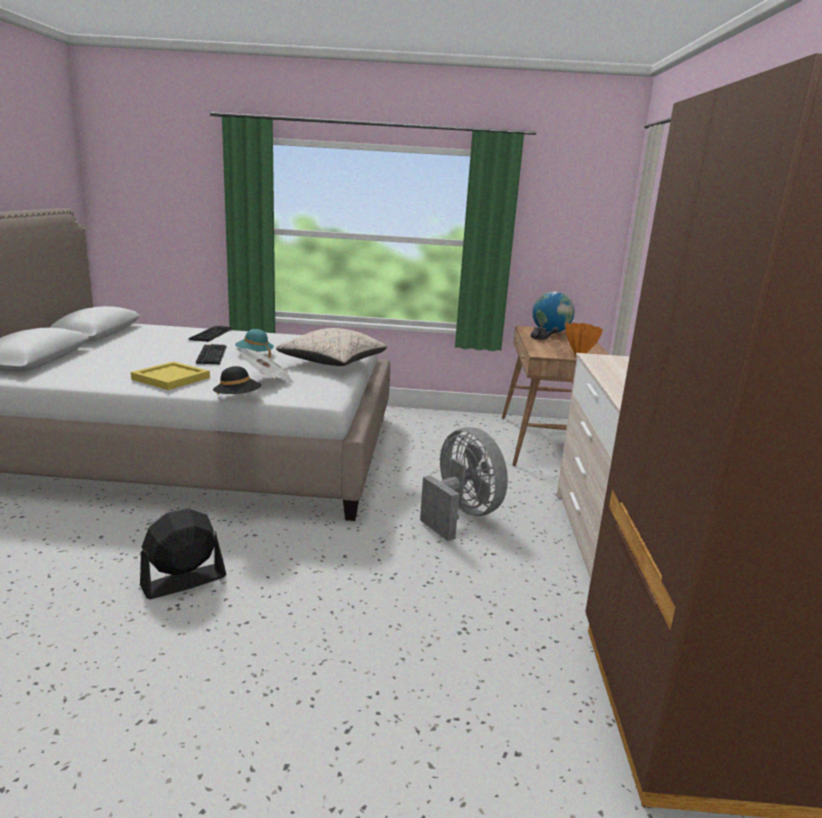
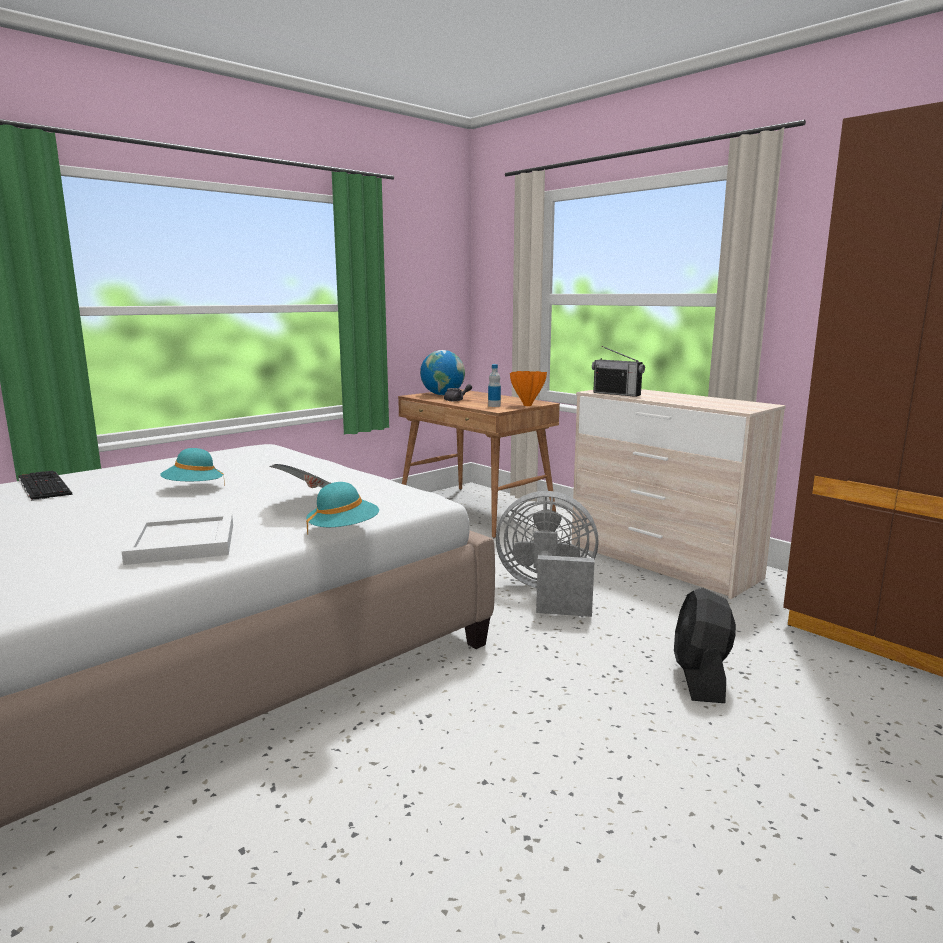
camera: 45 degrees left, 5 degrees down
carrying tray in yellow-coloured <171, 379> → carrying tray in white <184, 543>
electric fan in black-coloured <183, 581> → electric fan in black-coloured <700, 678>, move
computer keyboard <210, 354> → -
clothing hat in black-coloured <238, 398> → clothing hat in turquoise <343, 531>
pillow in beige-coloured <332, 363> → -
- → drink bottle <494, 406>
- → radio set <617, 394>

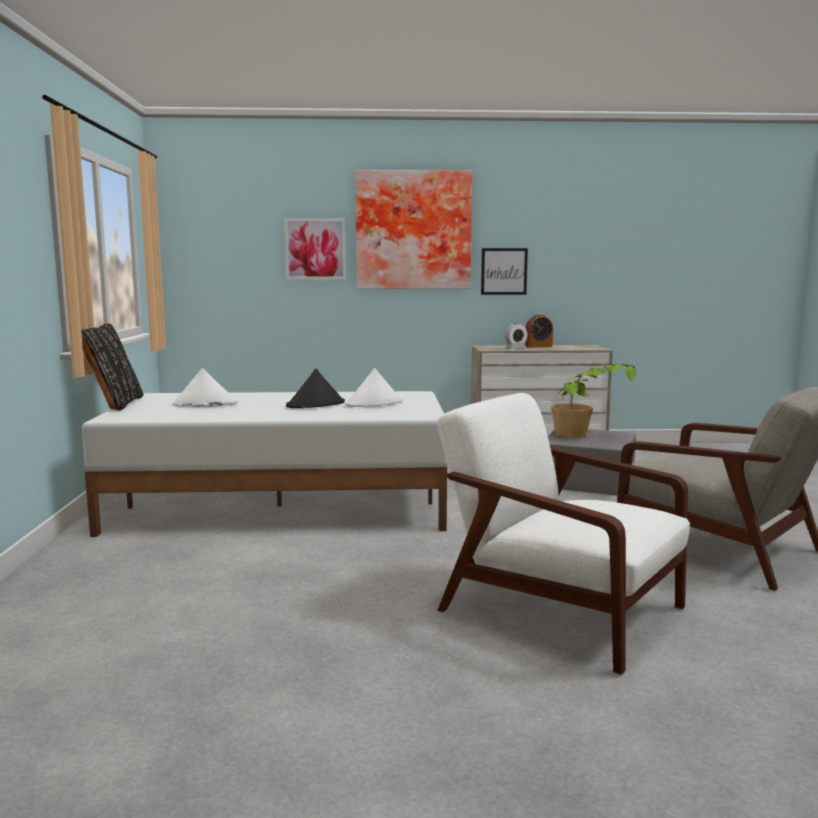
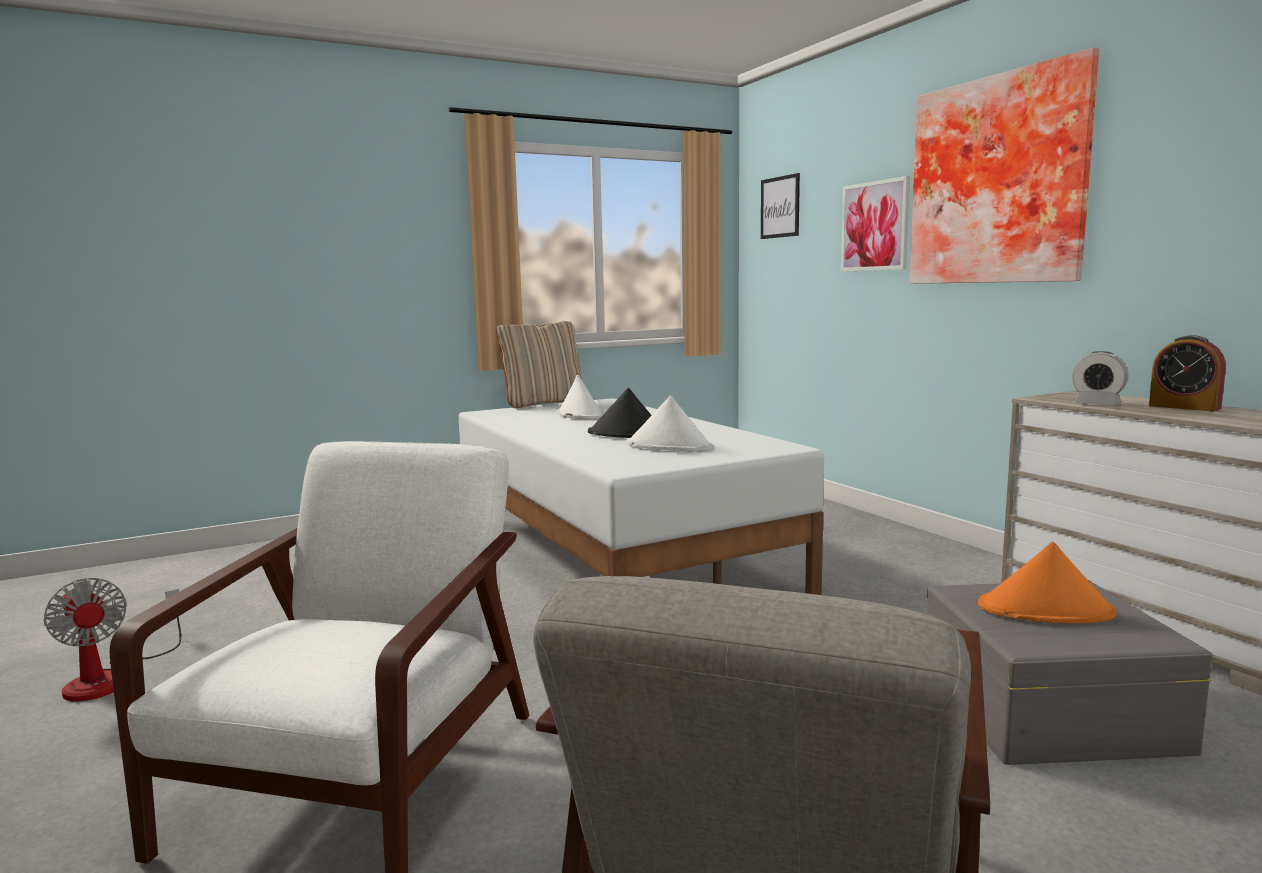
camera: 65 degrees right, 0 degrees up
pillow in black-coloured <115, 404> → pillow in beige-coloured <543, 403>
wall picture <504, 271> → wall picture <780, 207>, move
houseplant <585, 436> → clothing hat in orange-coloured <1046, 610>
- → electric fan <111, 678>

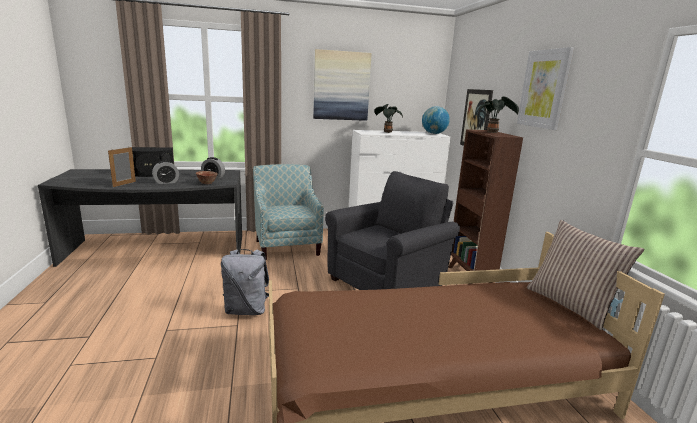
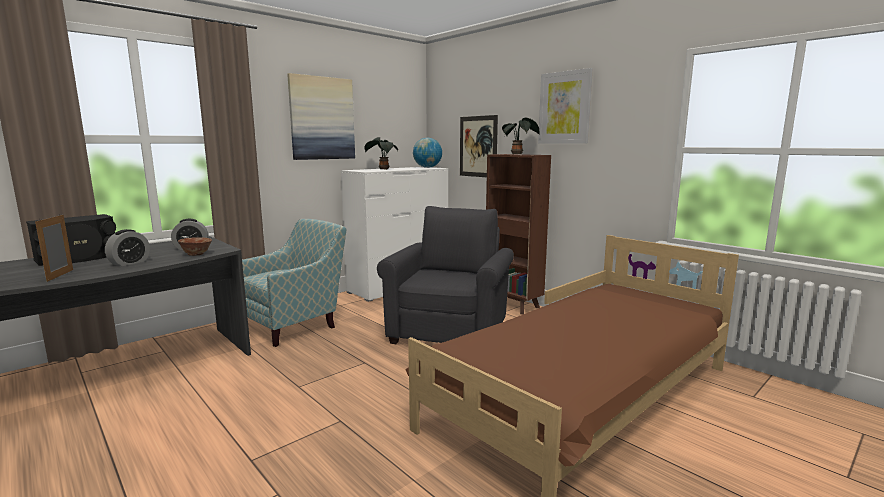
camera: 30 degrees left, 5 degrees down
rucksack in greyish <246, 310> → -
easy chair <286, 245> → easy chair <294, 324>, 90 degrees clockwise
pillow <570, 305> → -

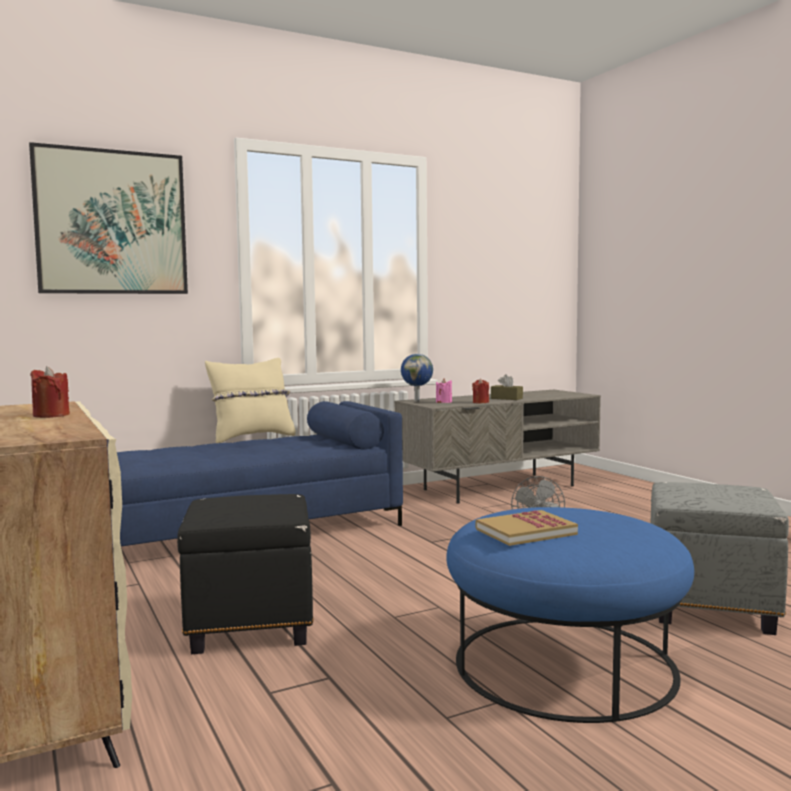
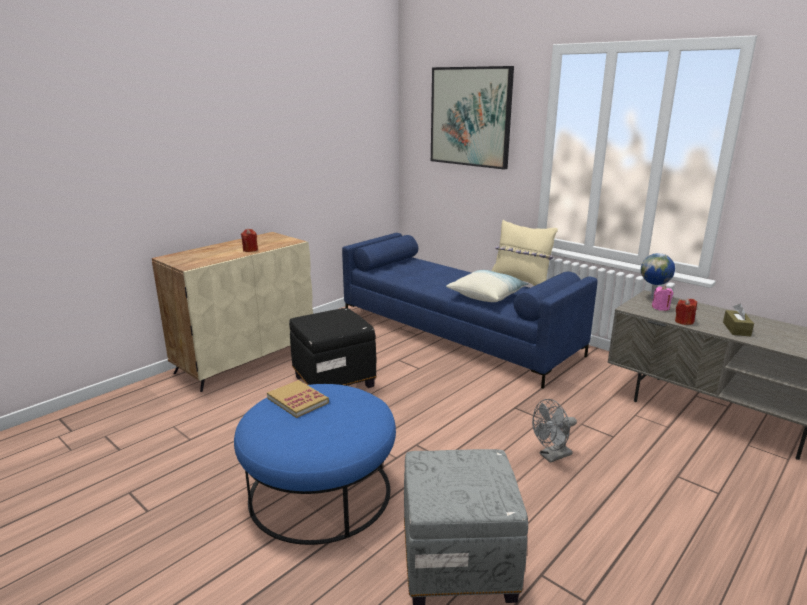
camera: 70 degrees right, 15 degrees up
- → pillow <487, 295>

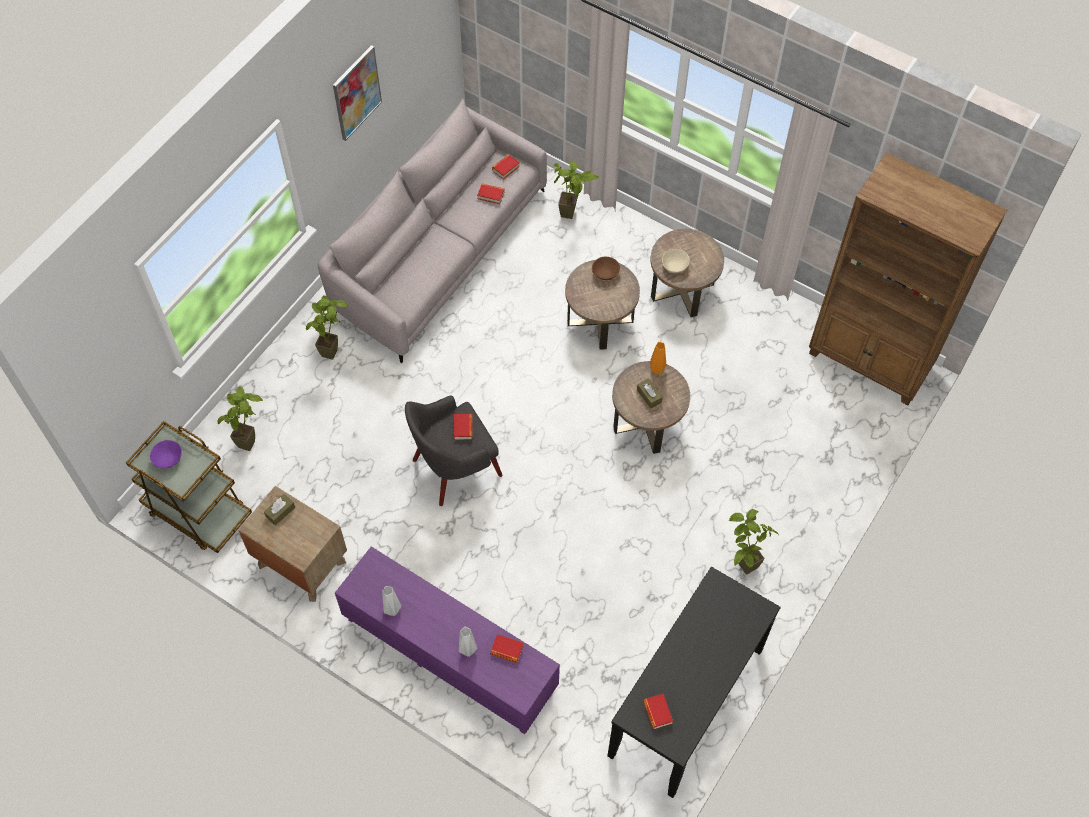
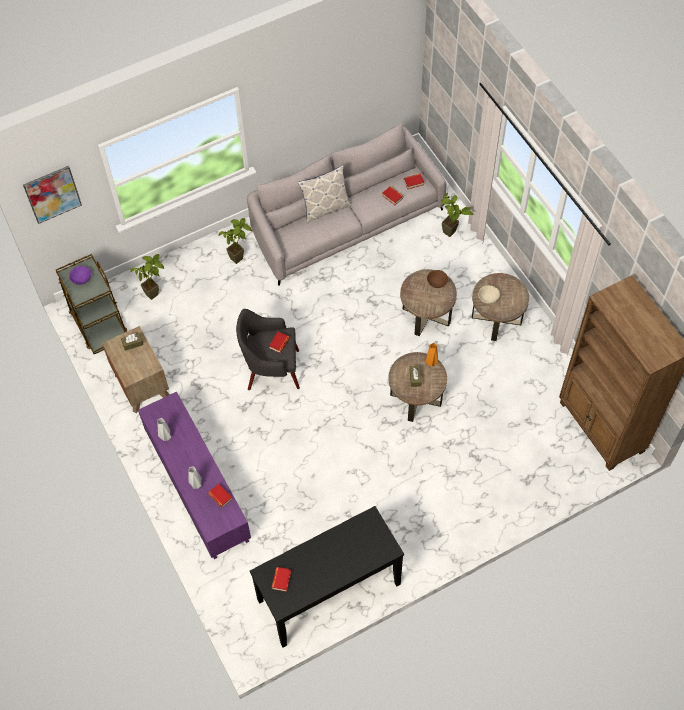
camera: 30 degrees right, 0 degrees up
wall picture <356, 93> → wall picture <52, 194>, move
houseplant <740, 568> → -
- → pillow <325, 208>

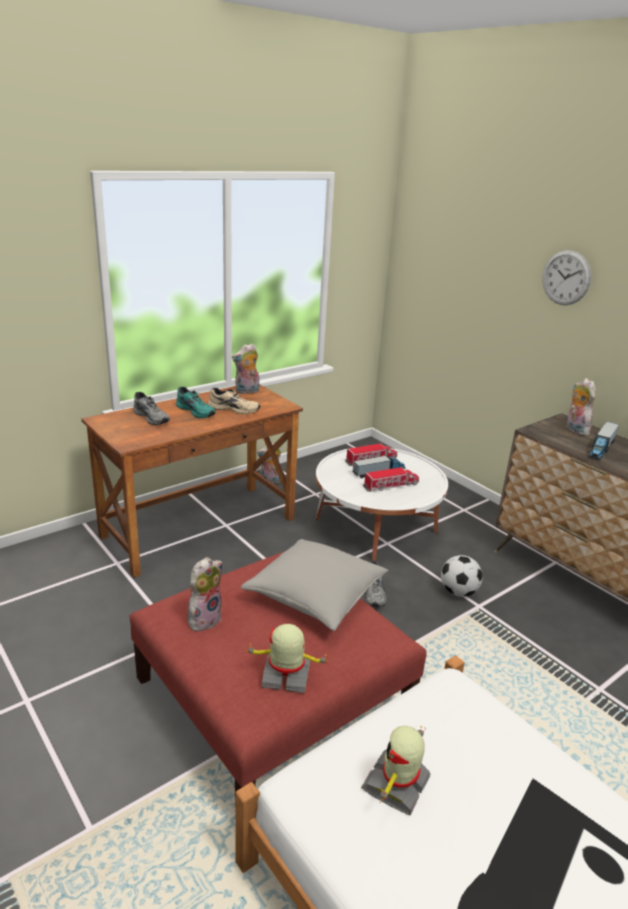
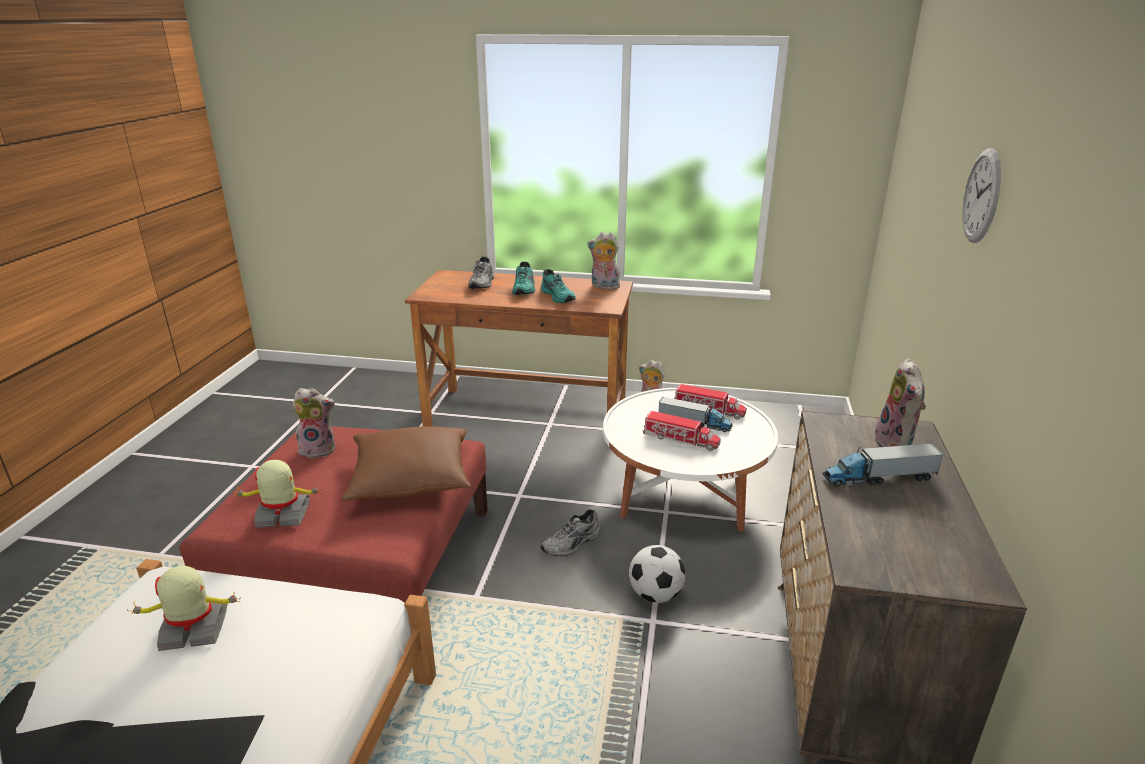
camera: 50 degrees right, 0 degrees up
shoe in beige-coloured <234, 409> → shoe in turquoise <559, 296>
pillow in greyish <315, 595> → pillow in brown-coloured <411, 479>
robot figure <286, 676> → robot figure <283, 515>, 60 degrees counterclockwise
cuddly toy <574, 430> → cuddly toy <896, 444>, 150 degrees clockwise

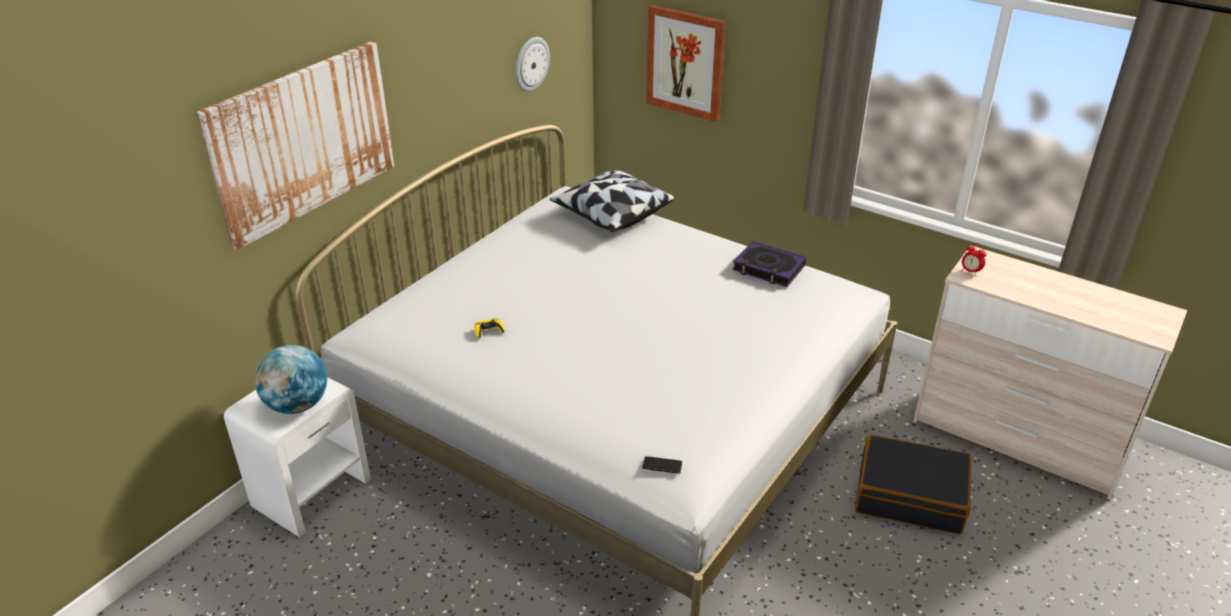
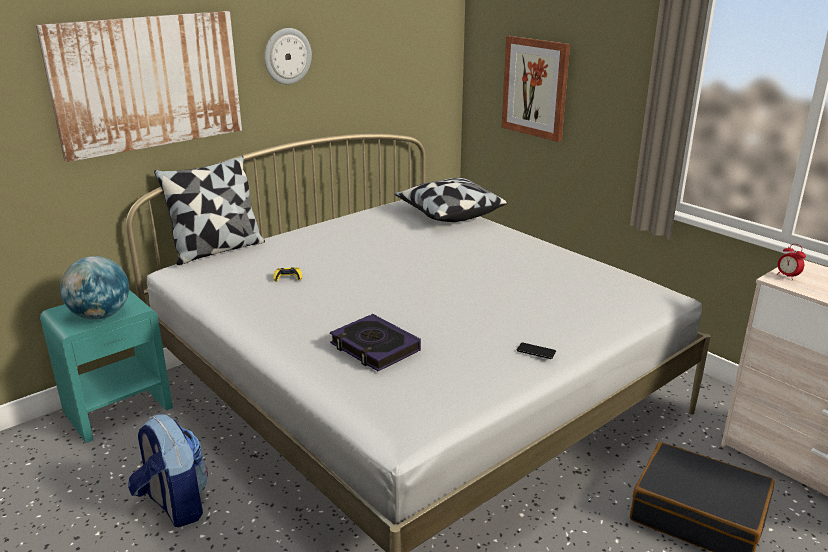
camera: 15 degrees right, 10 degrees down
bedside table in white <312, 491> → bedside table in turquoise <119, 409>
hanging clock <530, 64> → hanging clock <287, 56>, move
phone <662, 465> → phone <536, 351>, move
bound book <768, 268> → bound book <374, 348>, move
- → rucksack <174, 505>
- → pillow <217, 250>

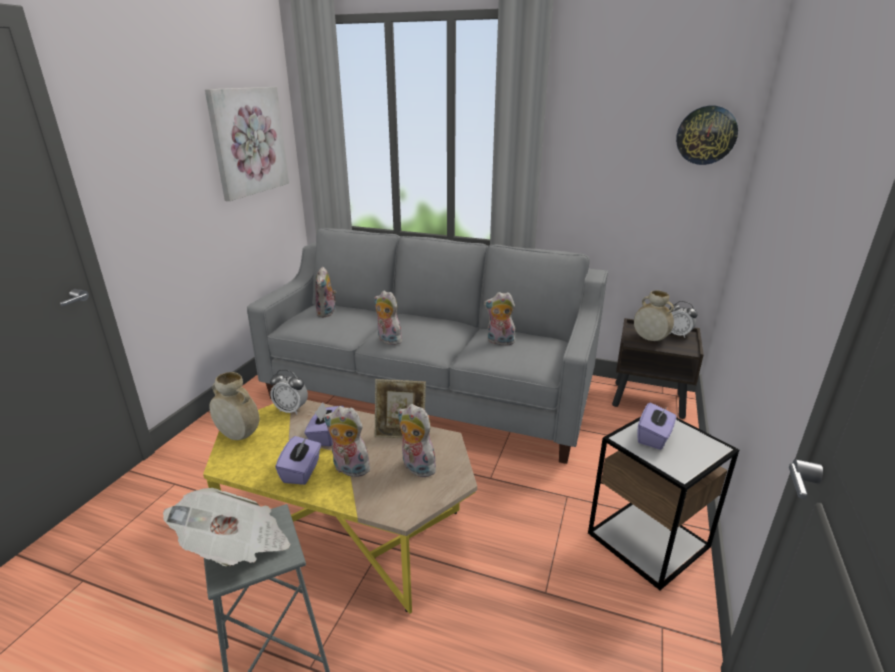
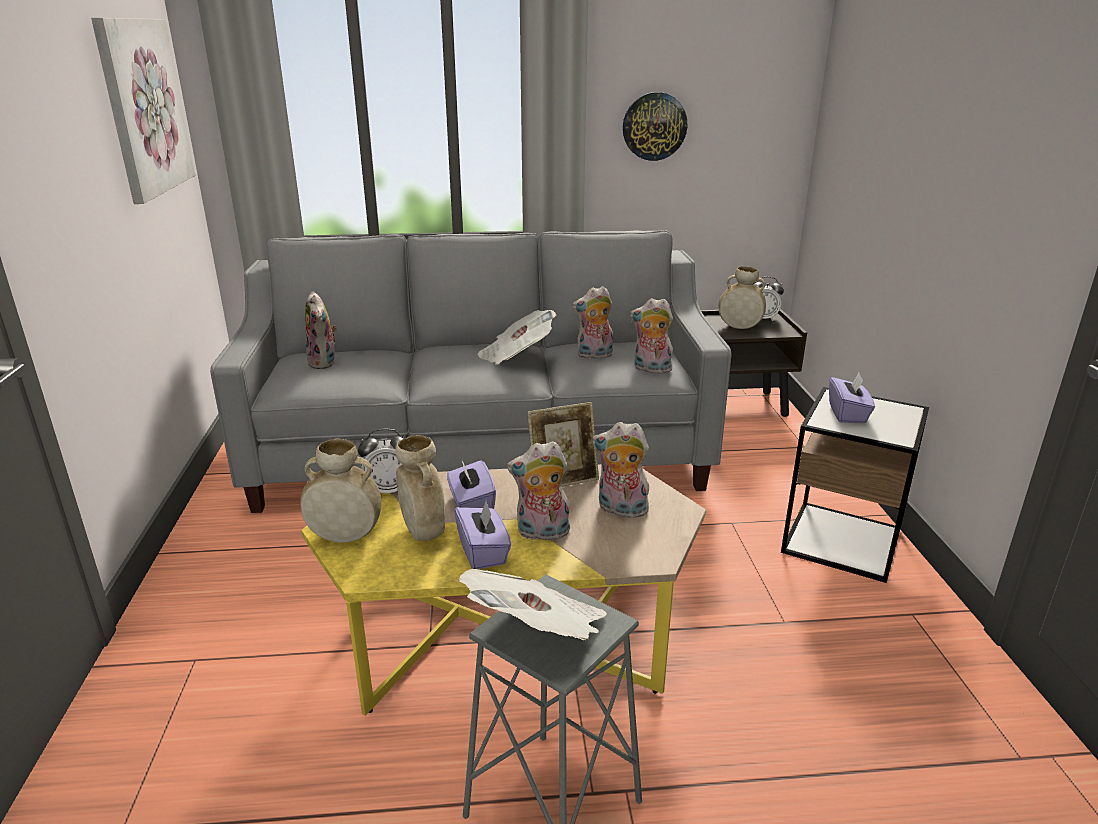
camera: 25 degrees left, 0 degrees up
cuddly toy <387, 340> → cuddly toy <651, 369>, move
hanging clock <706, 135> → hanging clock <654, 126>, move
- → flower vase in beige-coloured <424, 533>
- → newspaper <516, 356>

